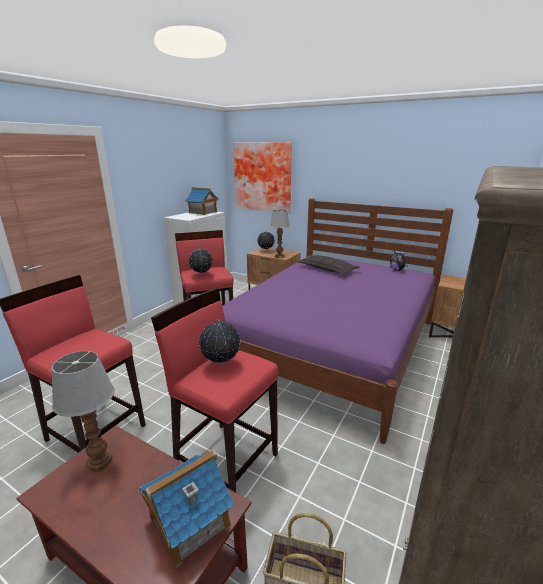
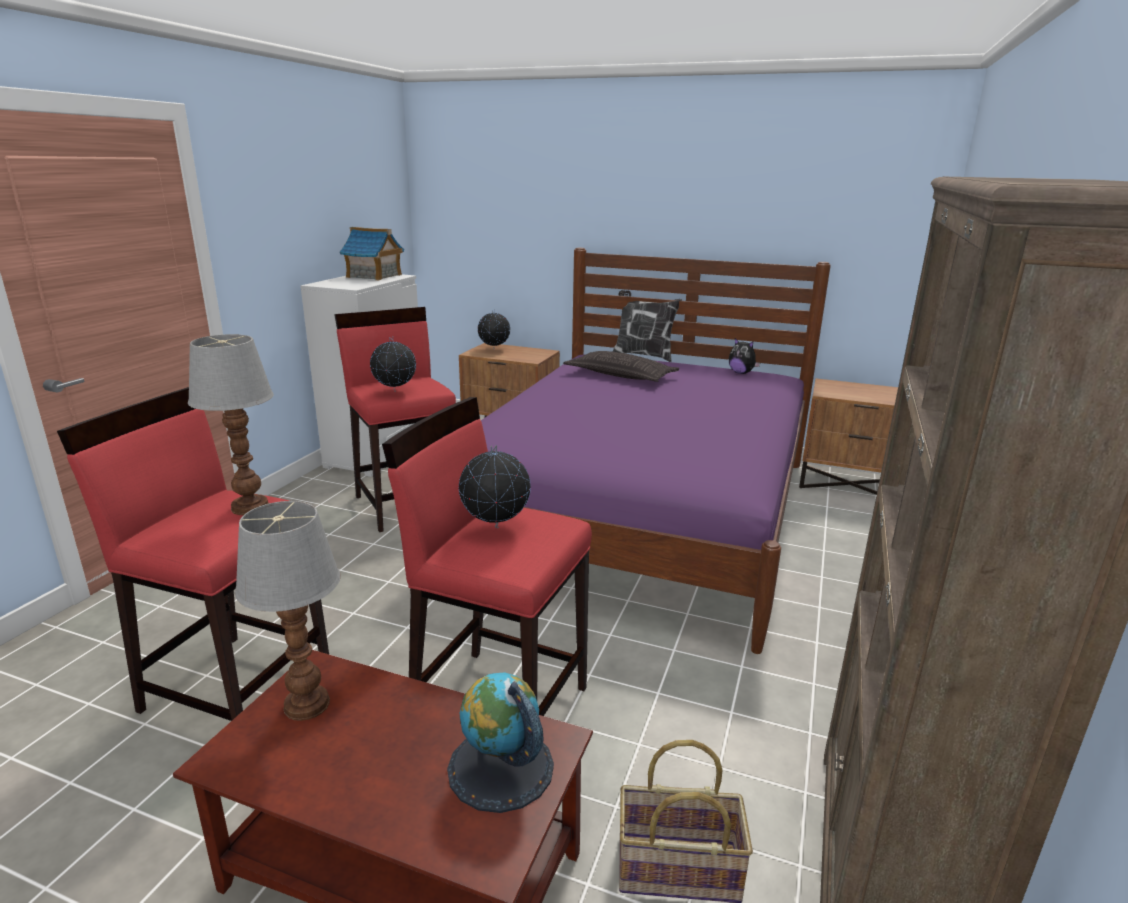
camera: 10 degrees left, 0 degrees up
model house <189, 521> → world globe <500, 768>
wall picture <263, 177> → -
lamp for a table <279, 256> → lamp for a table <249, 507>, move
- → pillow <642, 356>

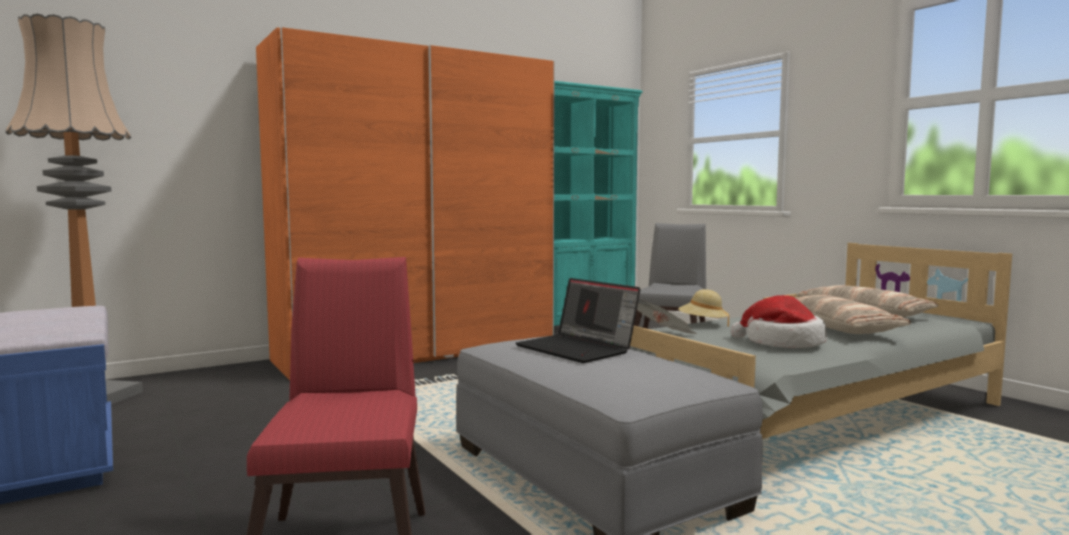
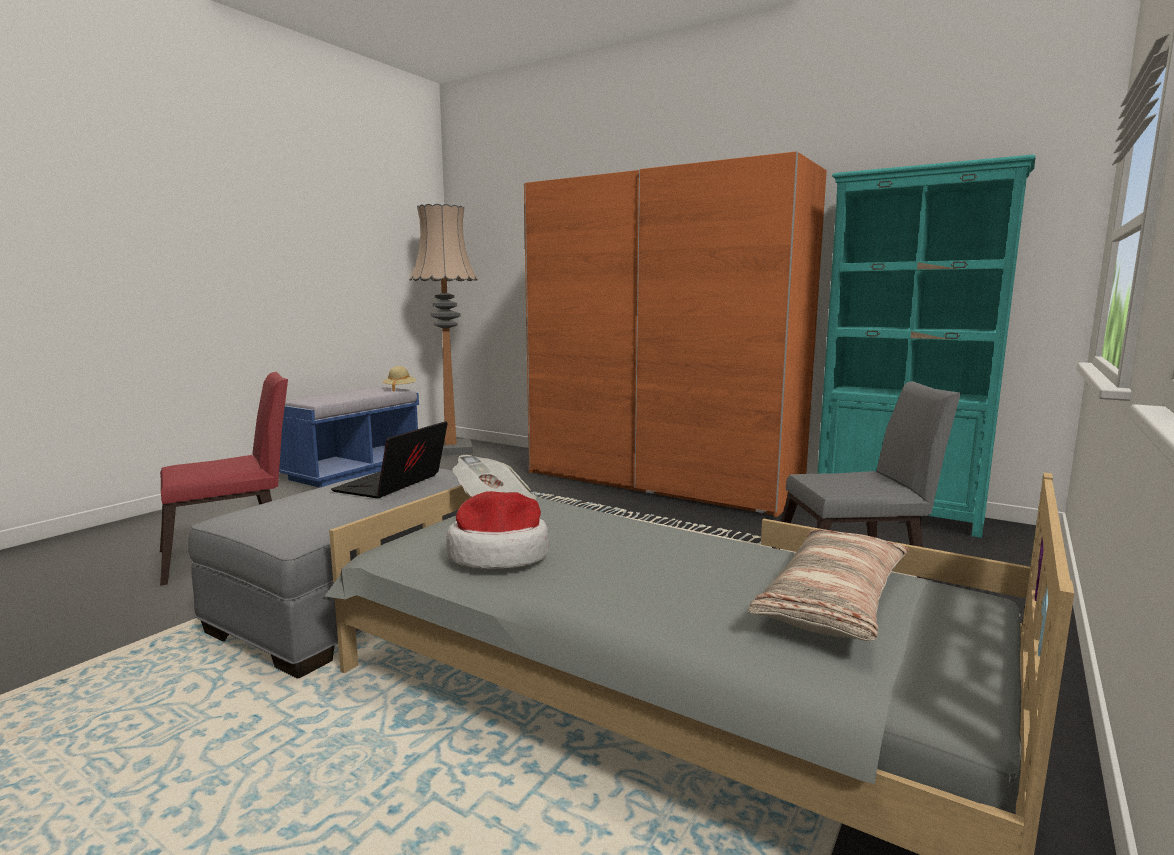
camera: 65 degrees right, 5 degrees up
clothing hat in beige-coloured <703, 324> → clothing hat in beige-coloured <399, 389>, move
pillow <837, 327> → -

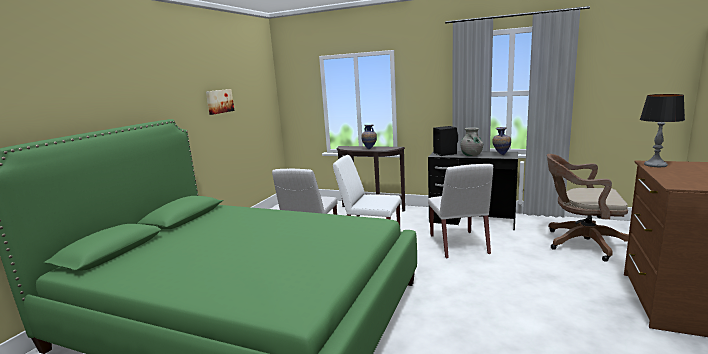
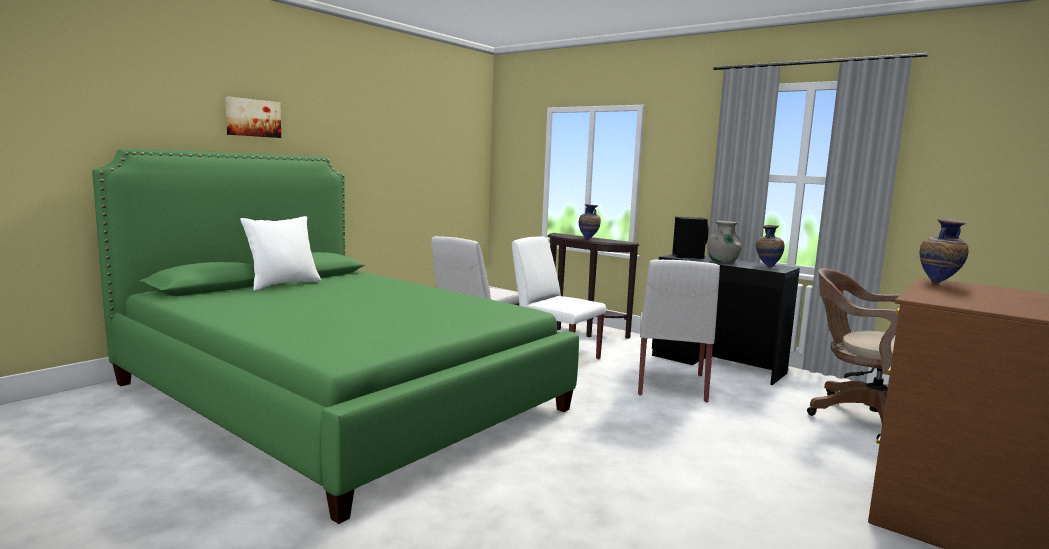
camera: 15 degrees right, 5 degrees down
wall picture <219, 101> → wall picture <253, 118>, move
lamp for a table <655, 165> → flower vase <939, 283>
- → pillow in white <283, 285>

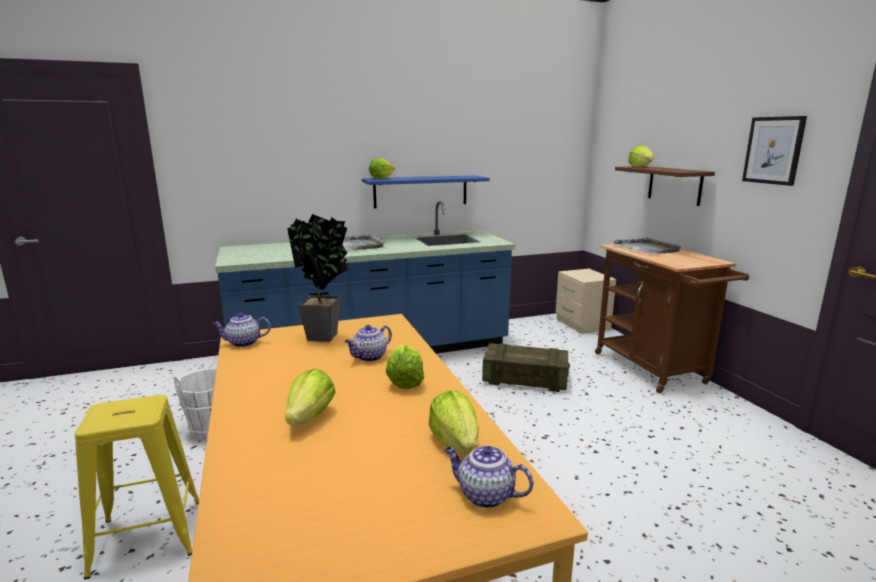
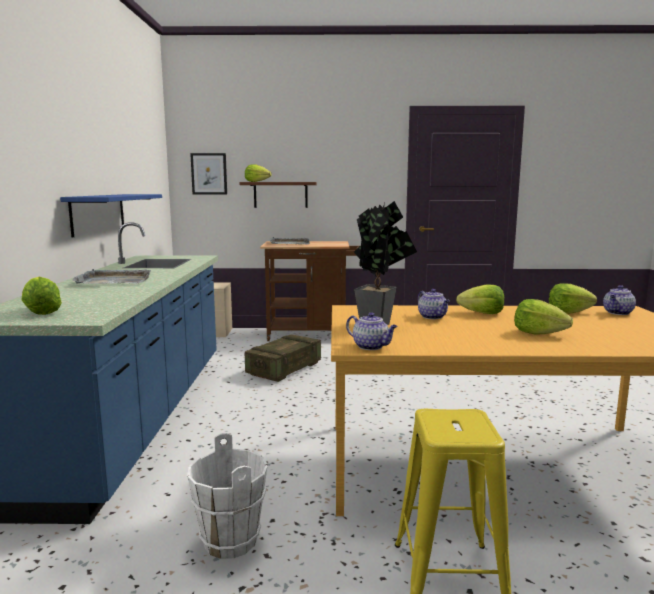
camera: 70 degrees left, 5 degrees down
teapot <243, 343> → teapot <371, 347>, 60 degrees counterclockwise
head of lettuce <381, 178> → head of lettuce <42, 312>, move
wall picture <773, 150> → wall picture <209, 174>, move

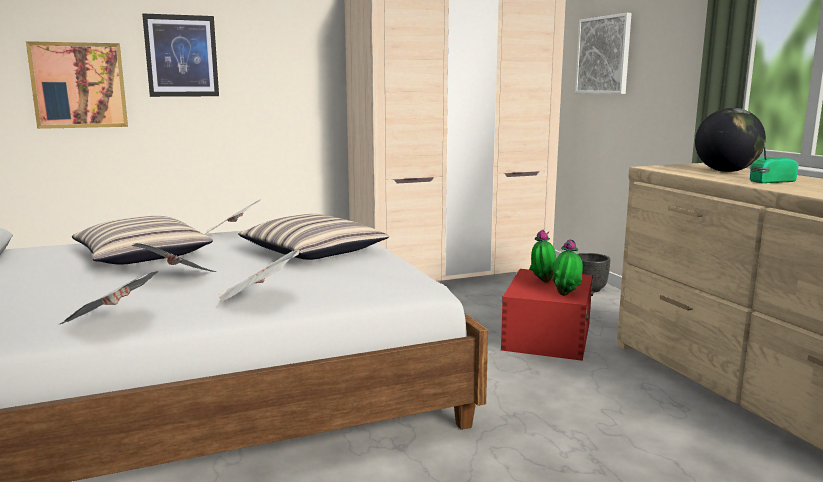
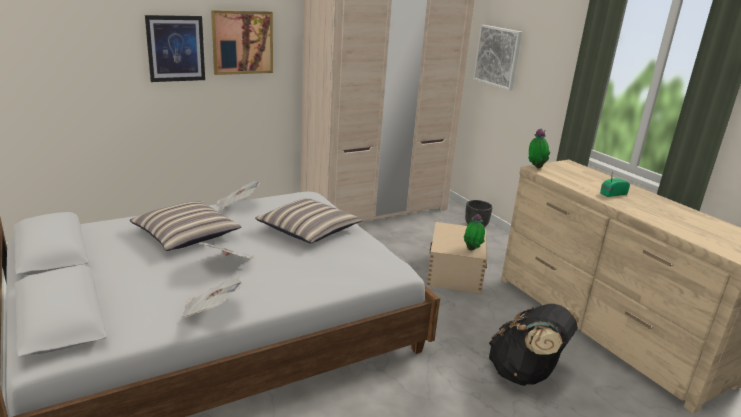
camera: 10 degrees left, 10 degrees up
wall picture <79, 85> → wall picture <242, 42>, move
newspaper <257, 298> → -
storage box in red-coloured <546, 336> → storage box in beige-coloured <454, 272>
houseplant <542, 281> → houseplant <535, 167>, move
world globe <726, 171> → -
- → rucksack in black-coloured <525, 374>

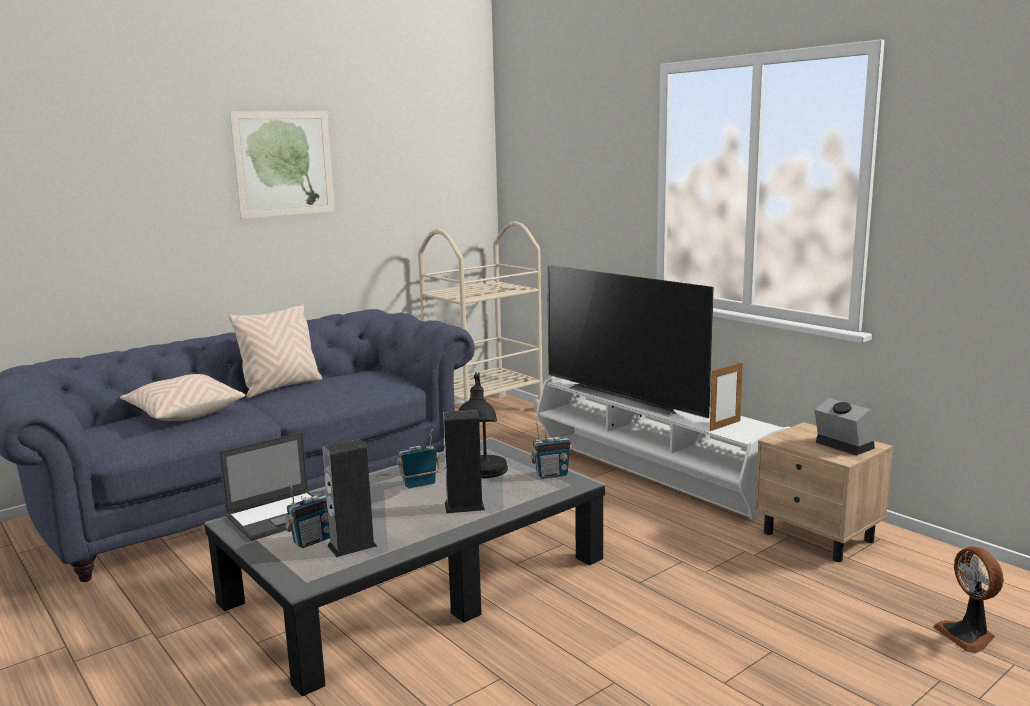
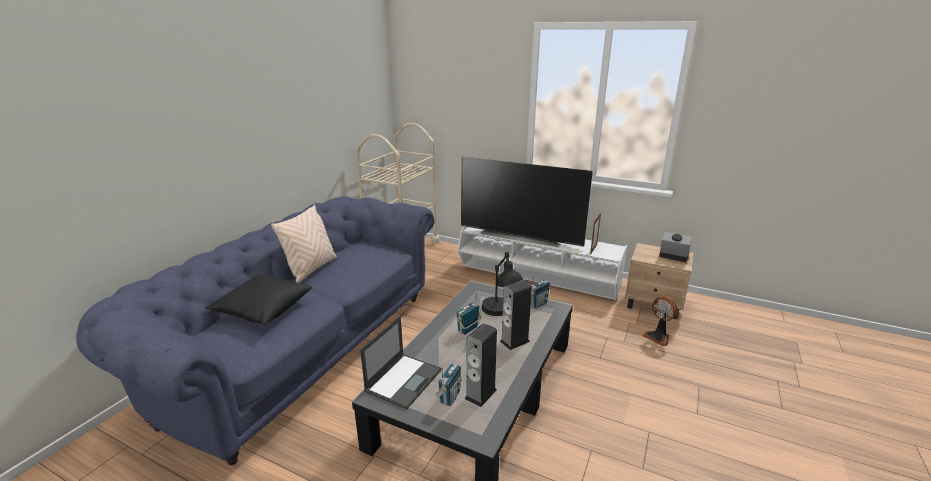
camera: 25 degrees left, 10 degrees up
pillow in beige-coloured <184, 413> → pillow in black-coloured <263, 309>
wall picture <284, 164> → -
electric fan <968, 635> → electric fan <658, 337>, move

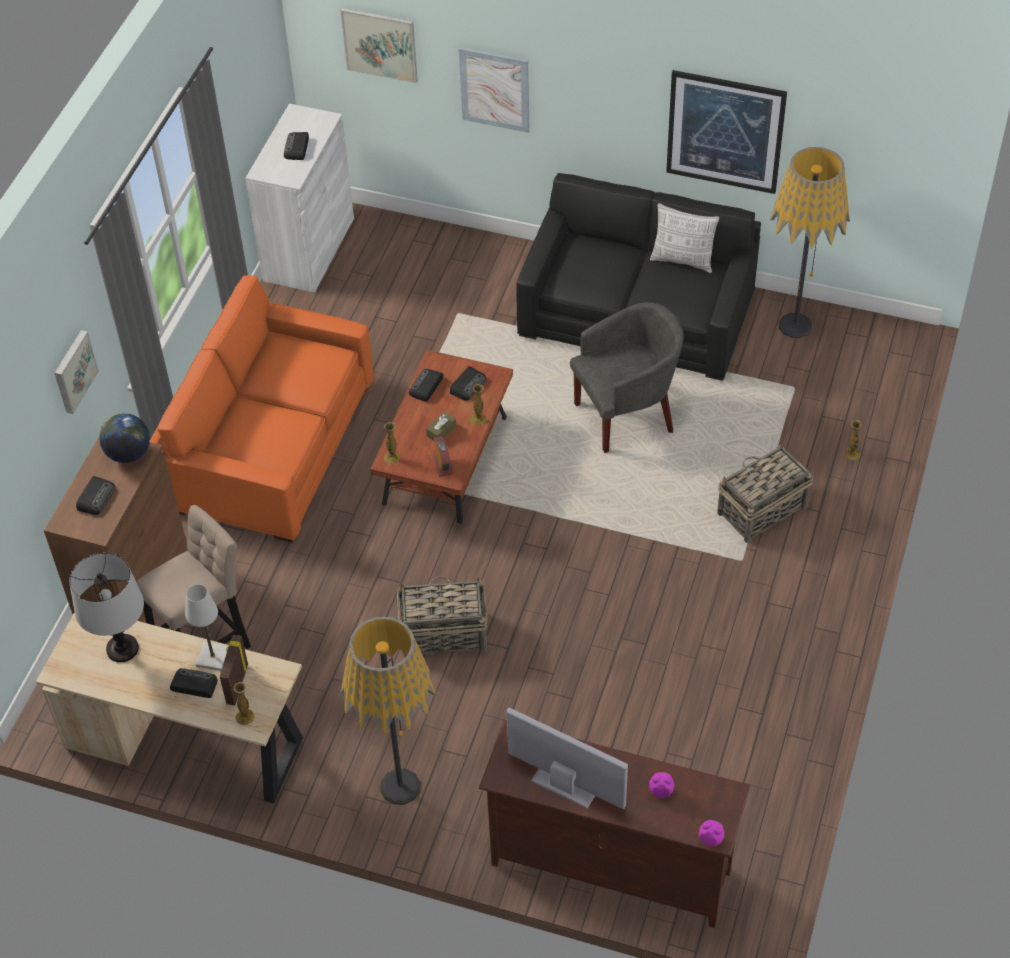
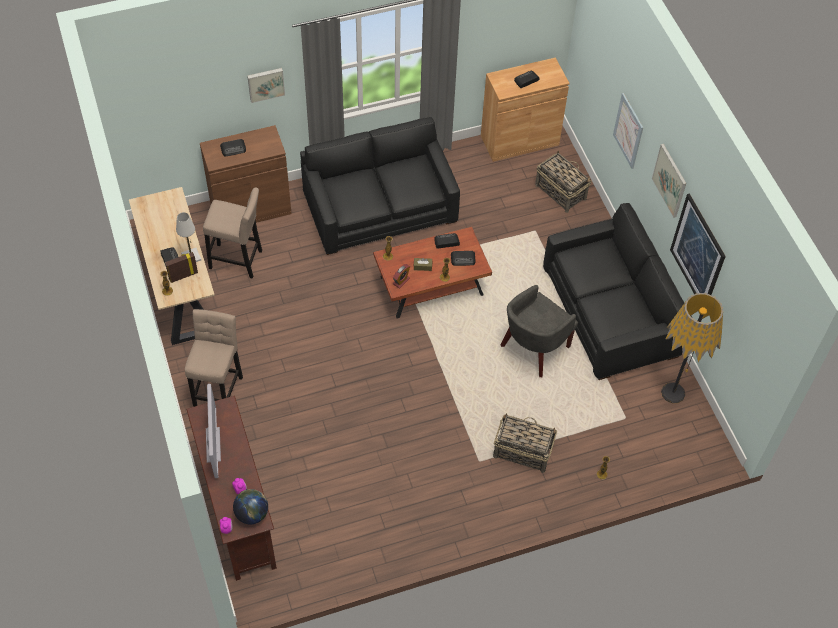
camera: 50 degrees right, 5 degrees up
lamp for a table <123, 649> → -
world globe <129, 454> → world globe <252, 514>, move
settee in orange-coloured <270, 442> → settee in black-coloured <380, 206>
storage cabinet in white <309, 249> → storage cabinet in brown-coloured <519, 140>
wall picture <380, 44> → wall picture <669, 180>, move
floor lamp <400, 786> → sitting stool in beige-coloured <219, 391>
household basket <443, 634> → household basket <560, 191>, move
easy chair in greyish <627, 415> → easy chair in greyish <534, 349>, 105 degrees clockwise
pillow <683, 260> → -

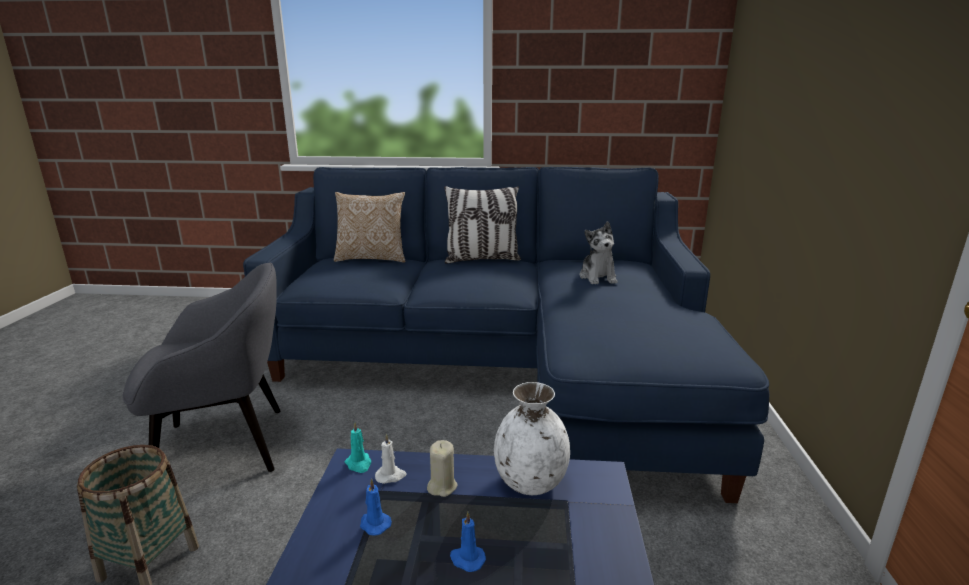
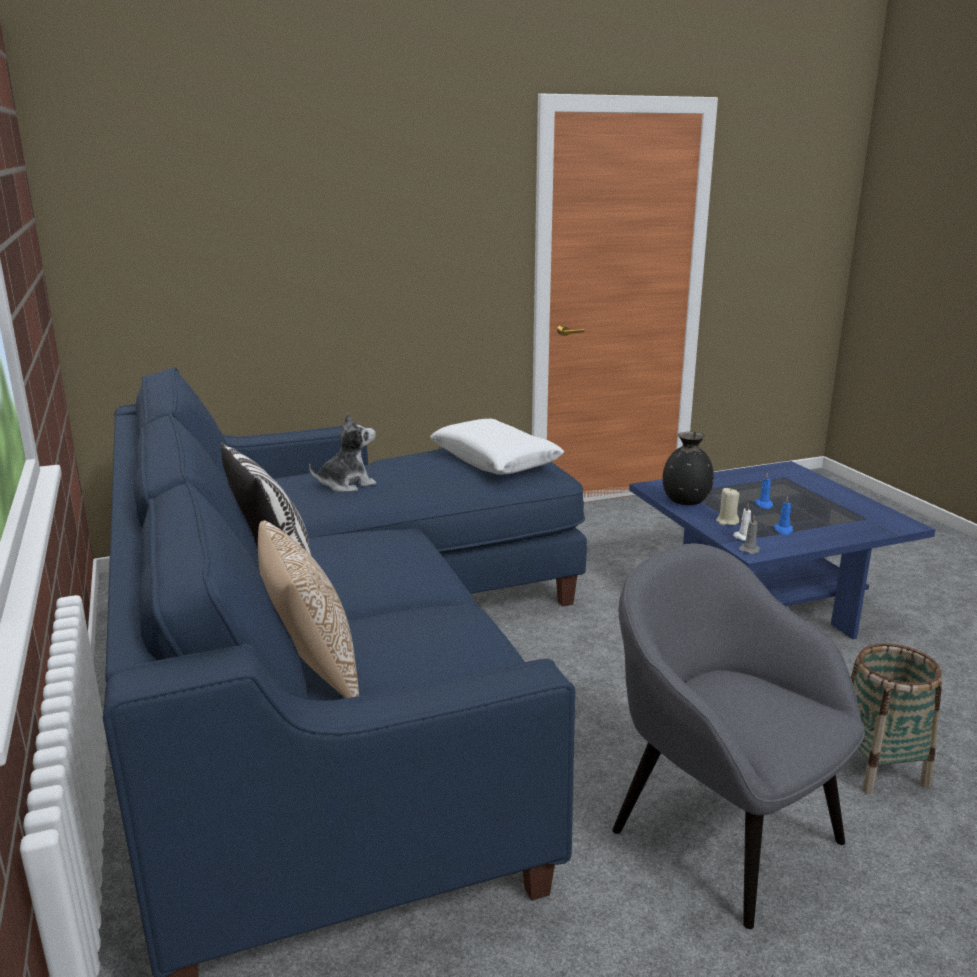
camera: 115 degrees left, 0 degrees up
wax light in turquoise <359, 464> → wax light in greyish <750, 550>
flower vase in white <529, 482> → flower vase in black-coloured <686, 501>
- → pillow in white <495, 460>

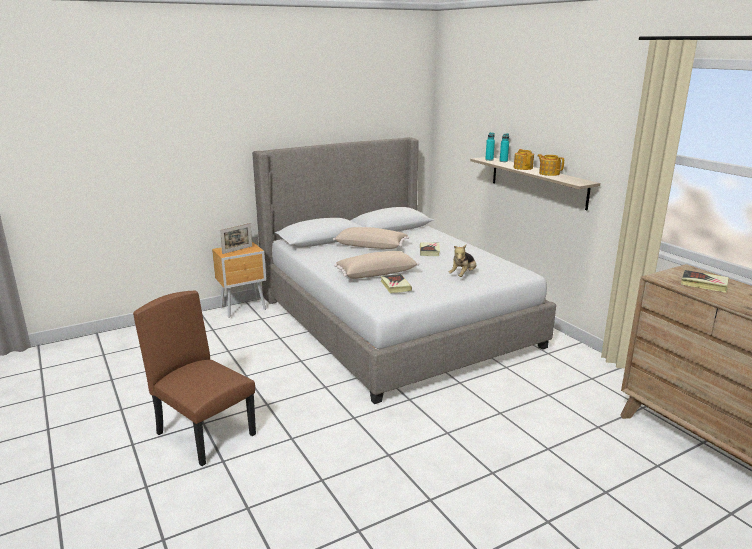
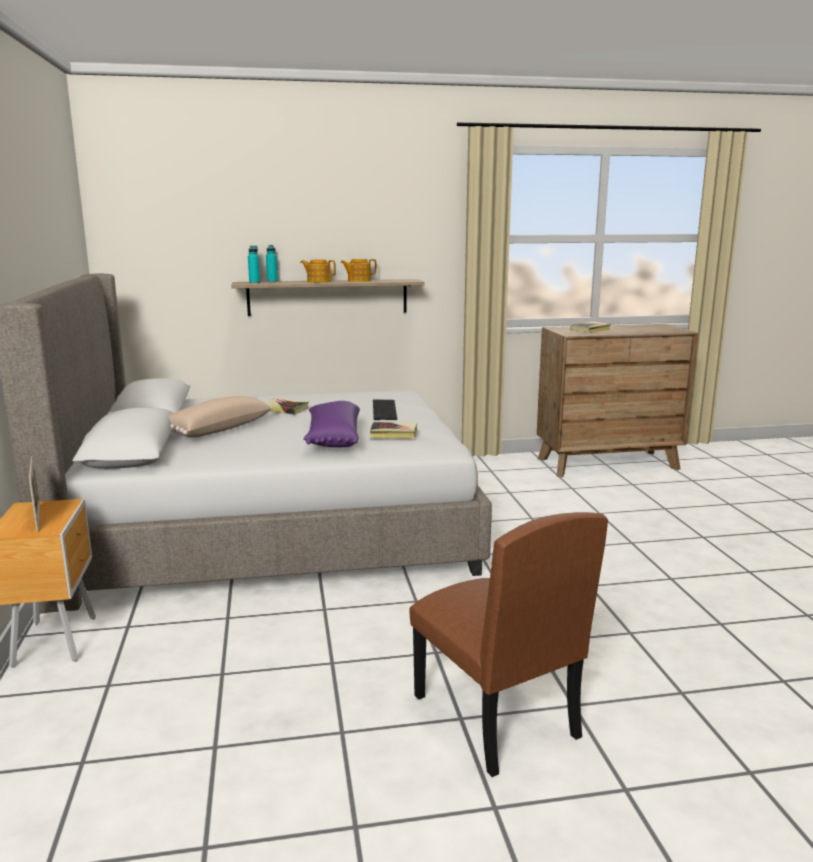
camera: 70 degrees left, 5 degrees down
plain chair in brown-coloured <206, 434> → plain chair in brown-coloured <494, 716>, 90 degrees counterclockwise
pillow in beige-coloured <376, 273> → pillow in purple <332, 438>
cuddly toy <463, 275> → computer keyboard <383, 410>

